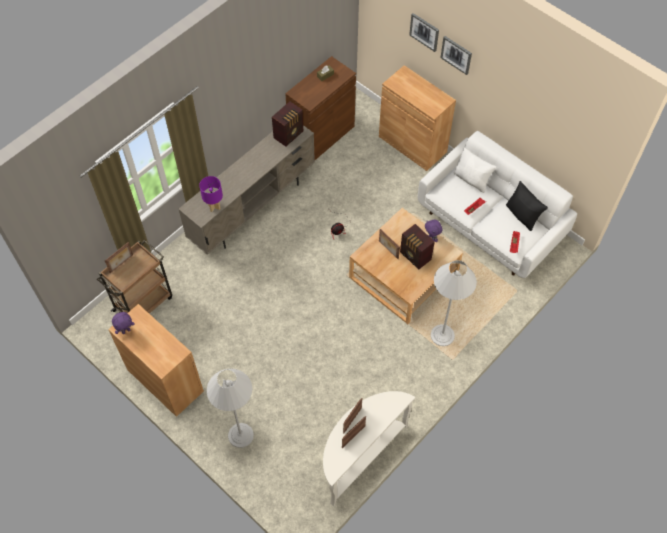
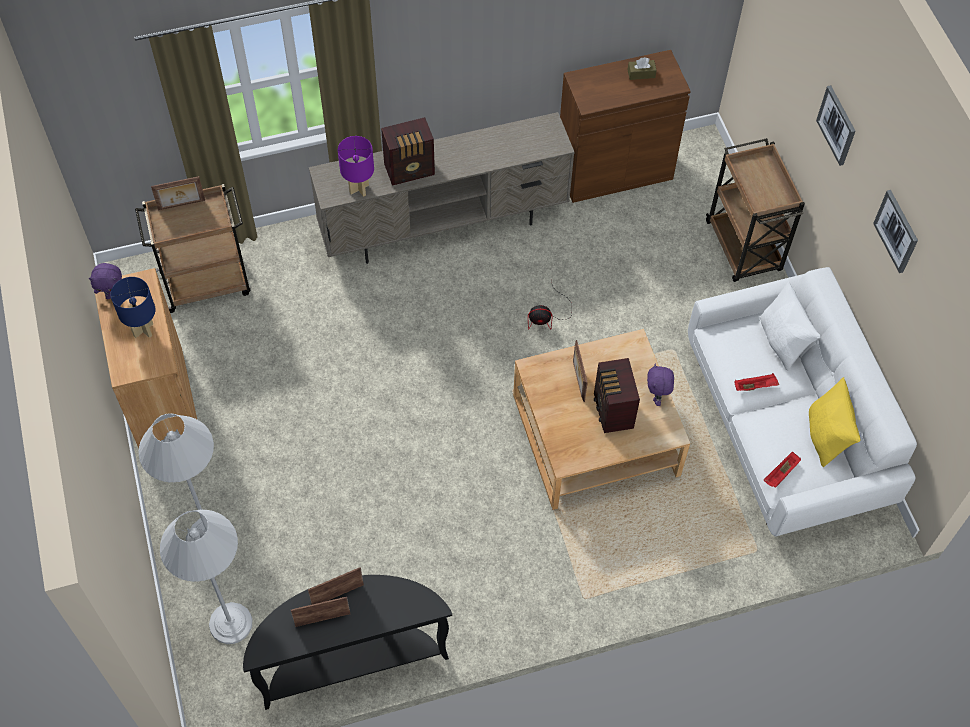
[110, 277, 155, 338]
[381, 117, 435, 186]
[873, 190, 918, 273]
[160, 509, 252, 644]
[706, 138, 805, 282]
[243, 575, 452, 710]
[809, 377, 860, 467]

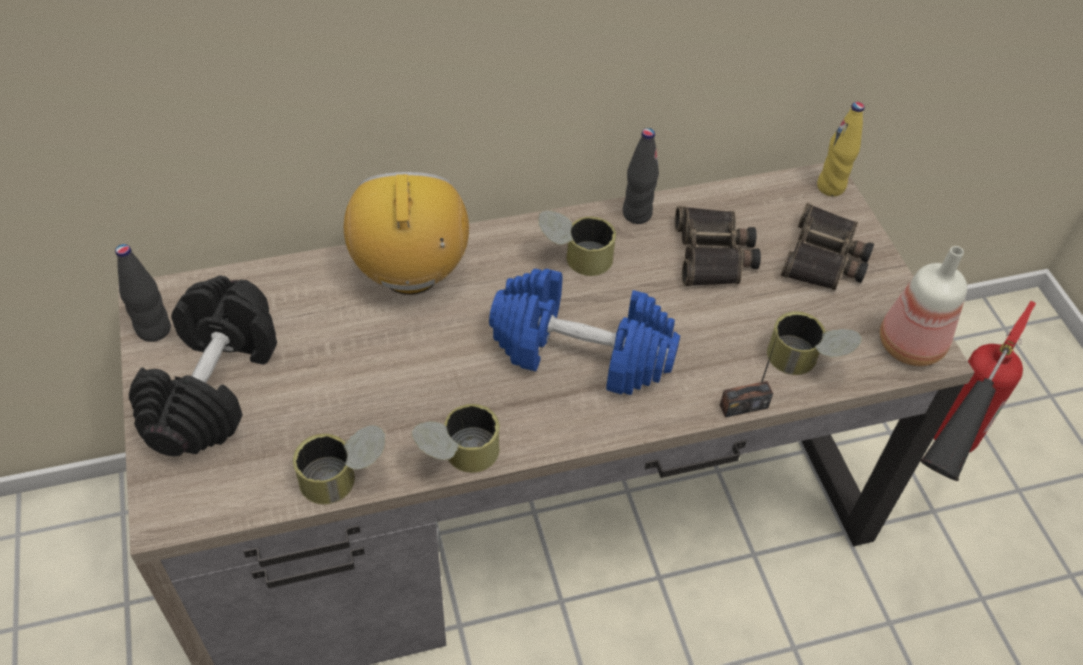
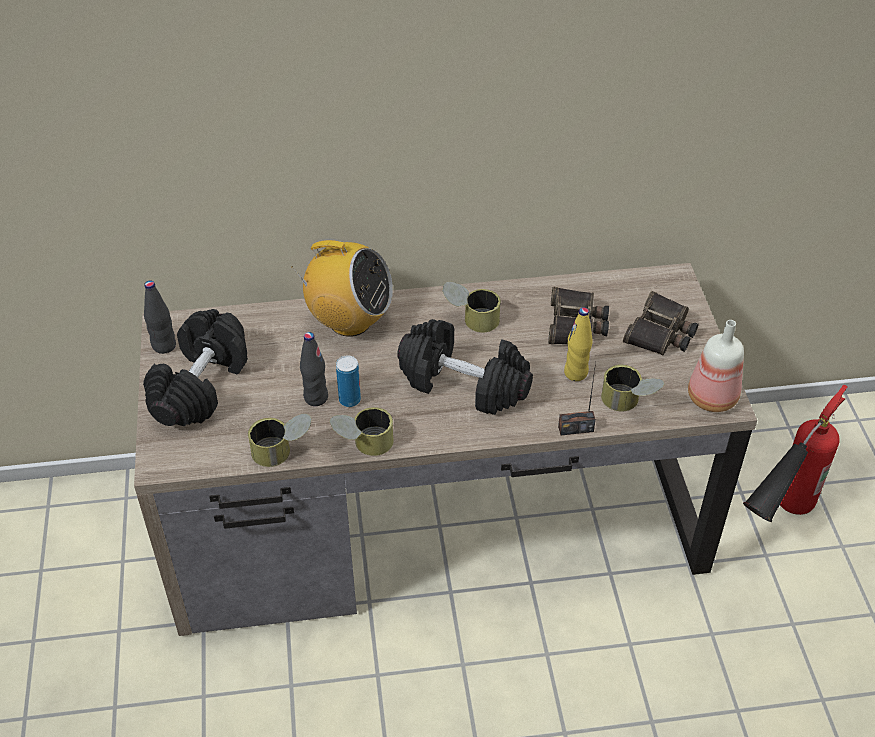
[336, 355, 361, 407]
[300, 332, 328, 406]
[564, 307, 592, 381]
[397, 319, 533, 415]
[291, 240, 393, 337]

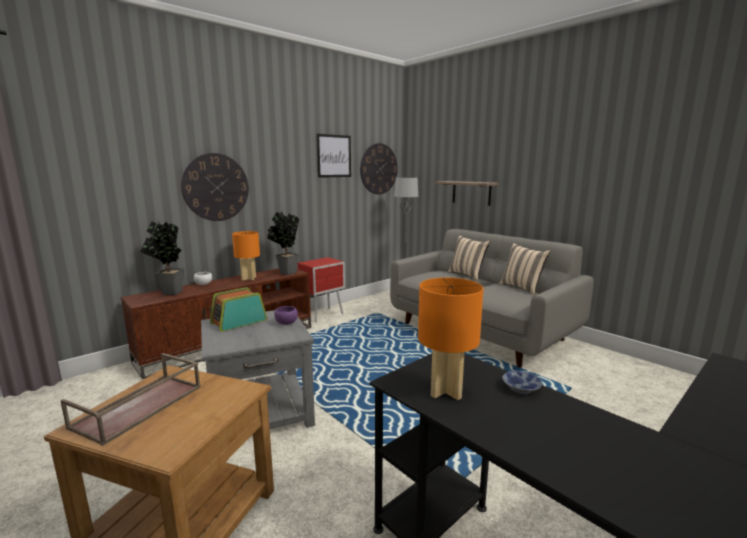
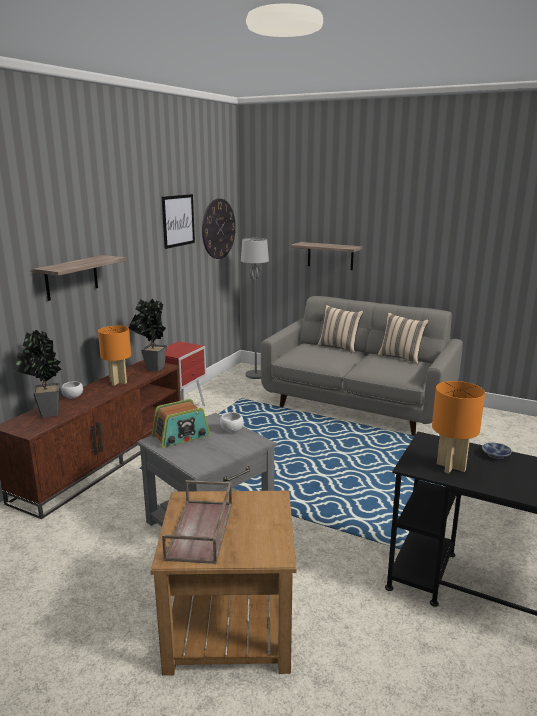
[33, 255, 127, 301]
[220, 412, 244, 432]
[152, 399, 210, 448]

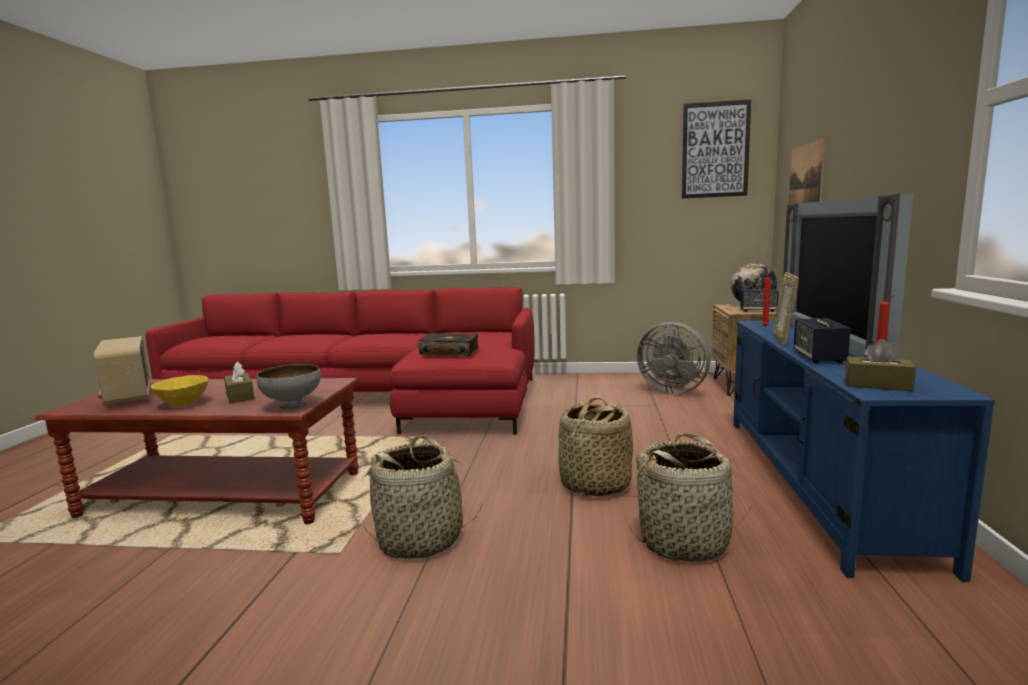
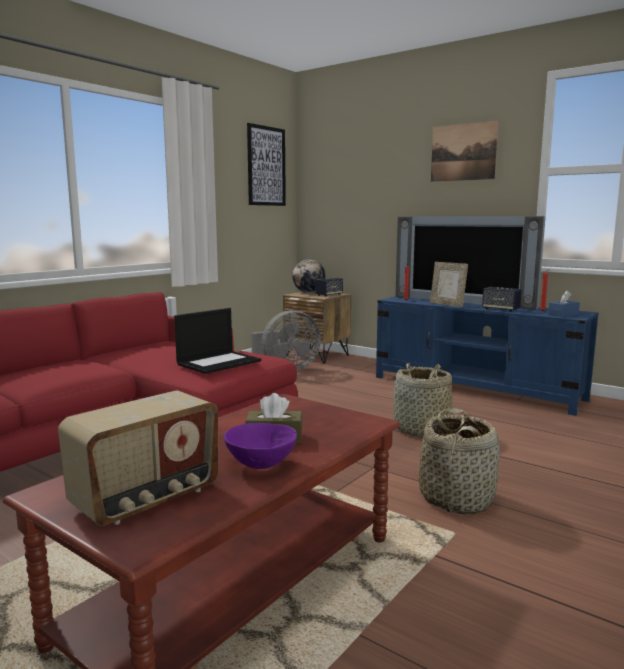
[256, 364, 321, 410] (first image)
[629, 433, 753, 562] (first image)
[431, 120, 499, 182]
[174, 308, 261, 374]
[224, 423, 297, 469]
[548, 291, 580, 317]
[58, 391, 219, 526]

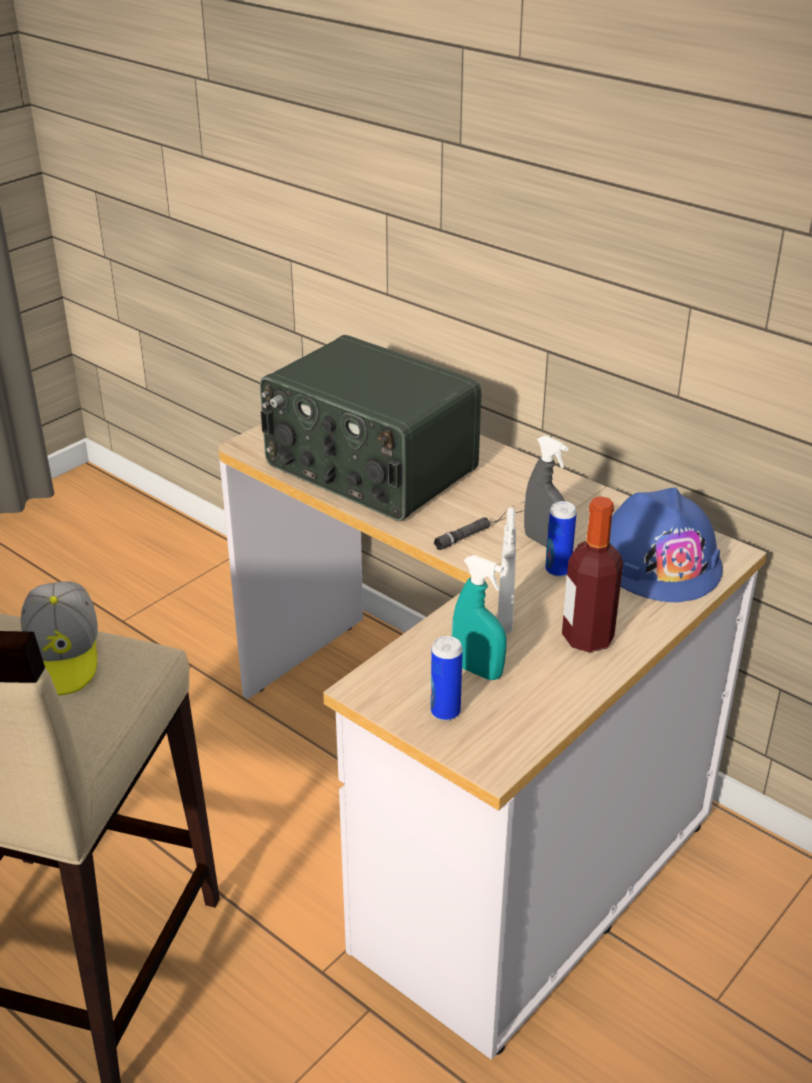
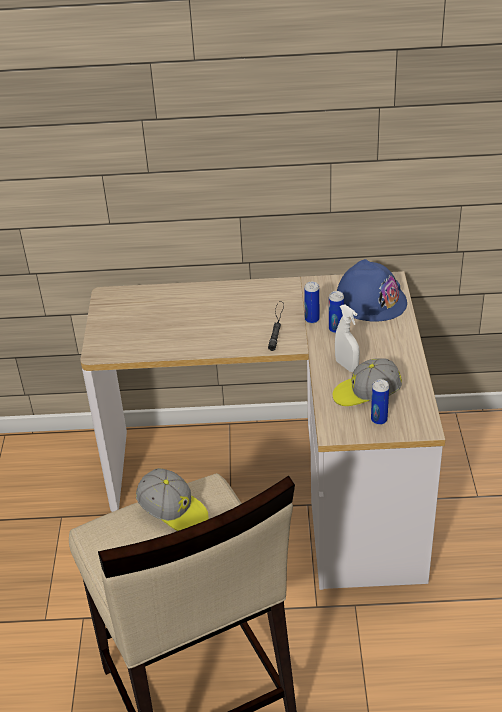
[260, 335, 481, 521] (first image)
[562, 496, 623, 652] (first image)
[333, 358, 402, 406]
[304, 282, 319, 324]

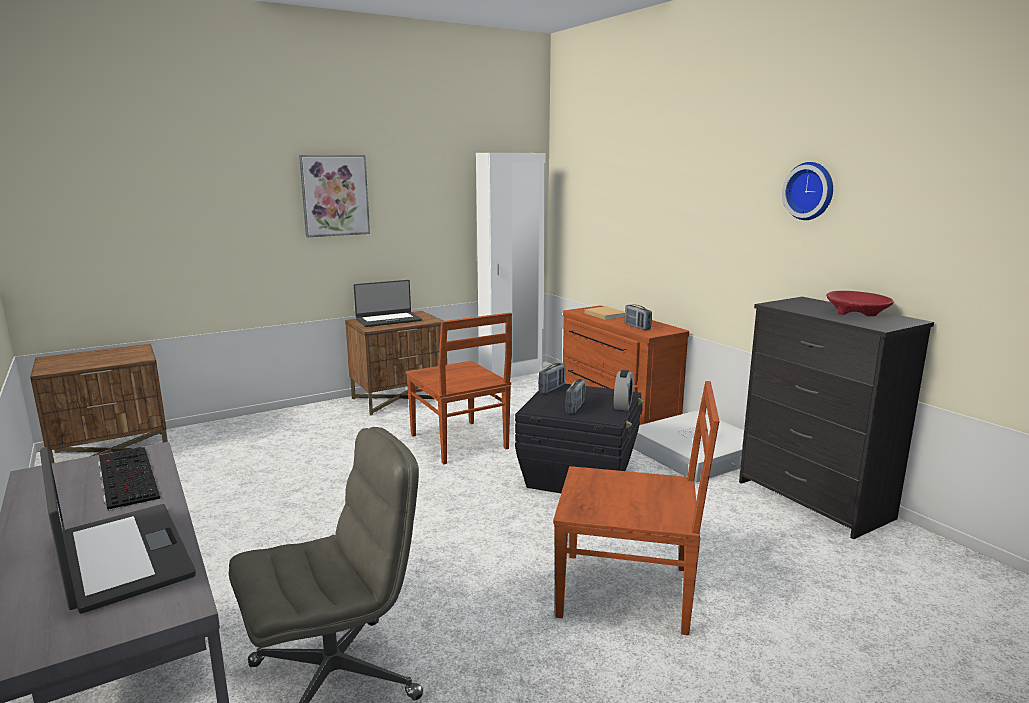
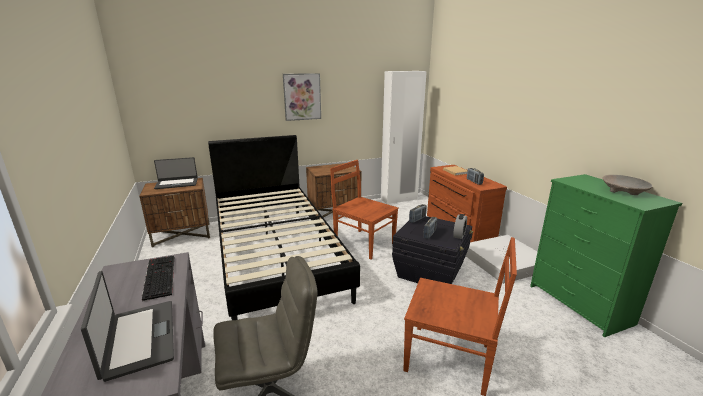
[782, 162, 833, 220] (first image)
[208, 135, 360, 320]
[154, 157, 198, 189]
[530, 174, 682, 337]
[603, 175, 653, 195]
[330, 160, 399, 259]

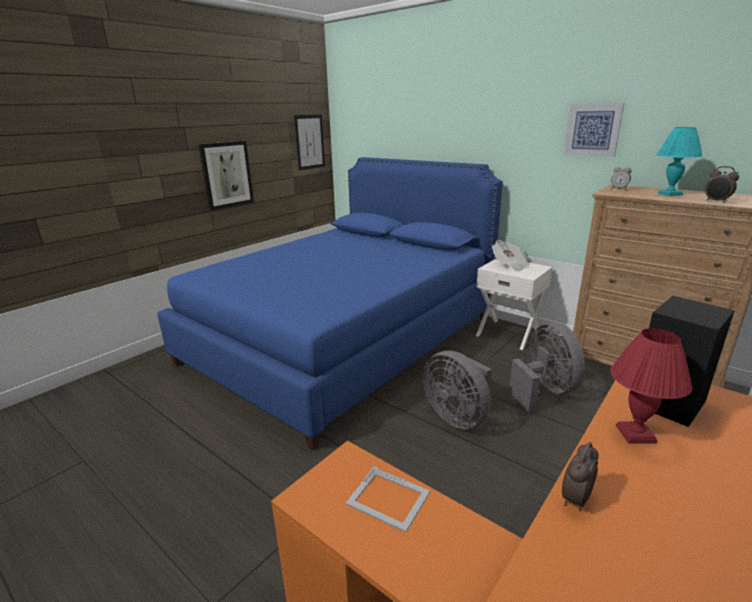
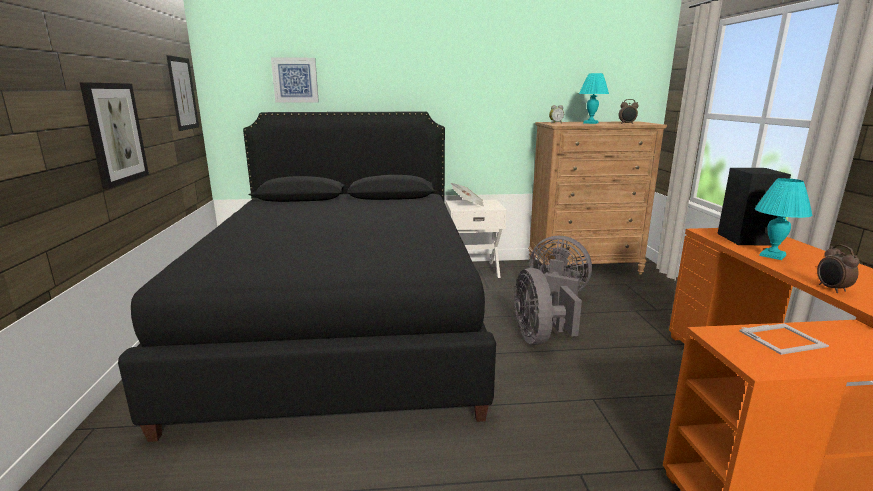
[271, 57, 319, 103]
[118, 112, 496, 442]
[755, 178, 813, 260]
[514, 268, 582, 345]

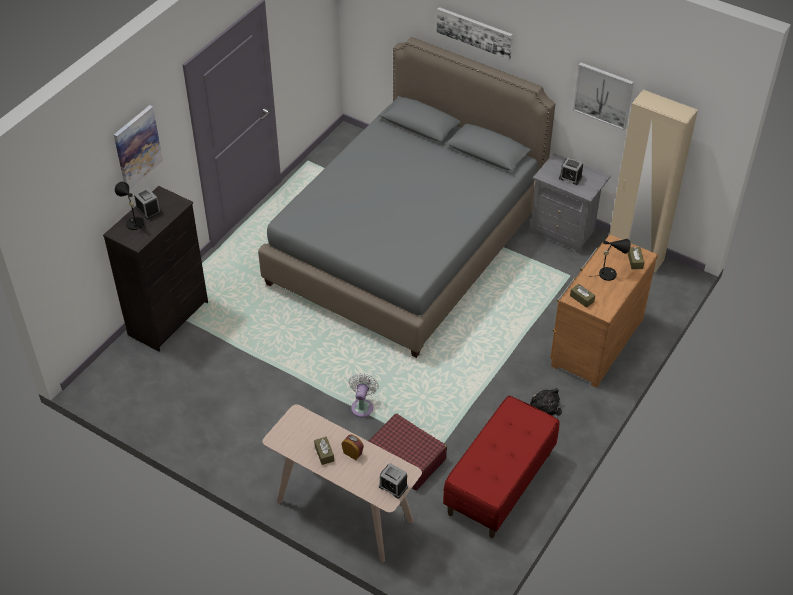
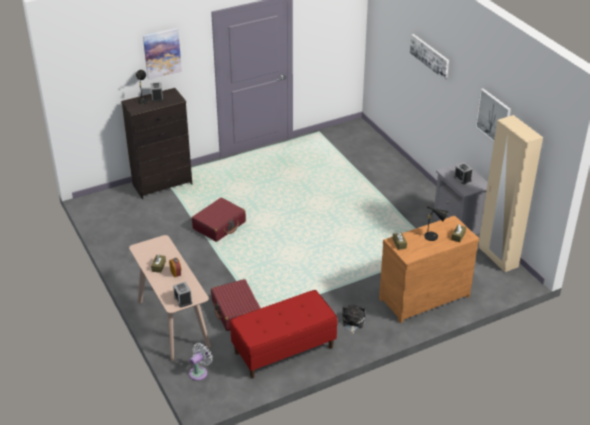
[258, 37, 555, 358] (first image)
[192, 198, 246, 242]
[189, 343, 213, 381]

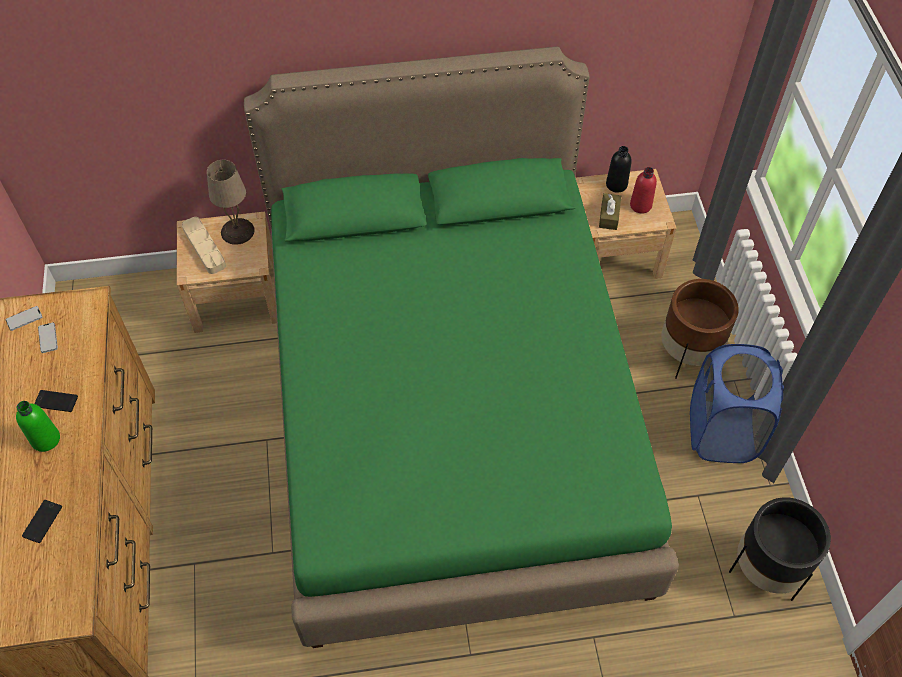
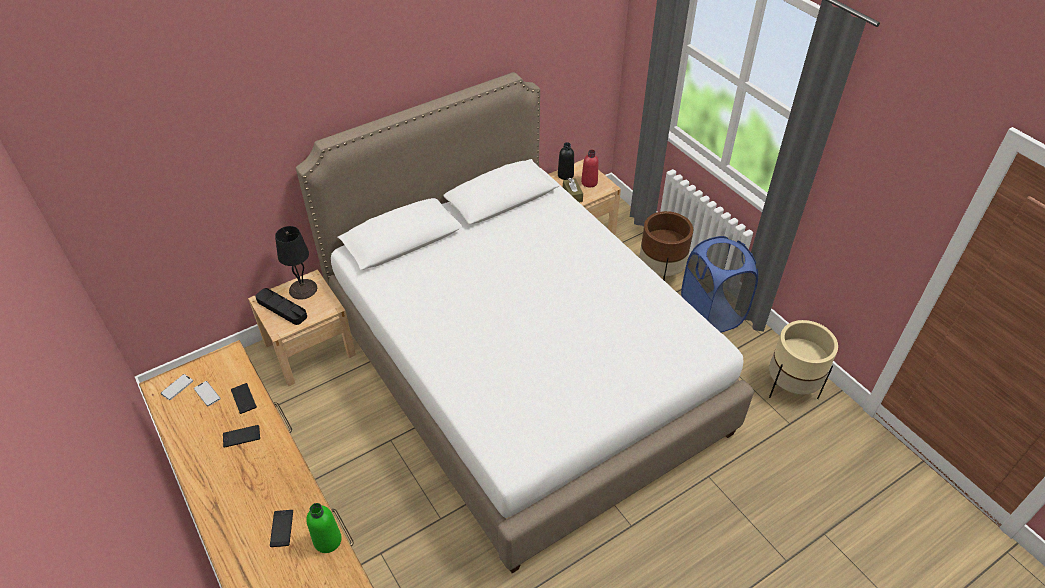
[231, 383, 257, 414]
[306, 503, 342, 553]
[255, 288, 307, 325]
[275, 226, 317, 300]
[296, 72, 754, 573]
[769, 320, 838, 399]

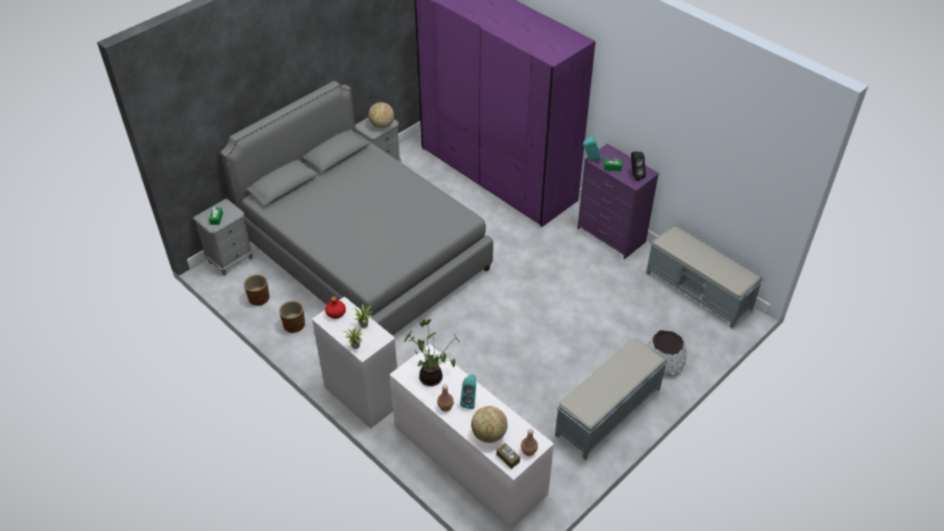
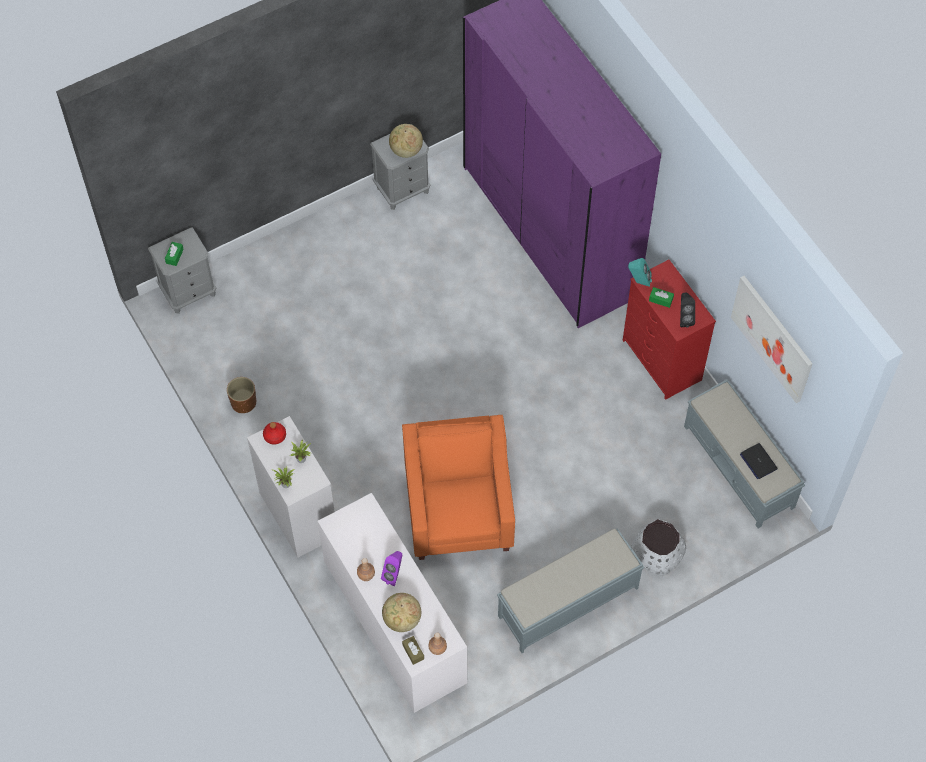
[220, 81, 493, 336] (first image)
[244, 274, 269, 306] (first image)
[404, 319, 460, 386] (first image)
[402, 415, 515, 560]
[731, 276, 813, 403]
[740, 443, 778, 479]
[381, 551, 403, 586]
[623, 260, 716, 400]

